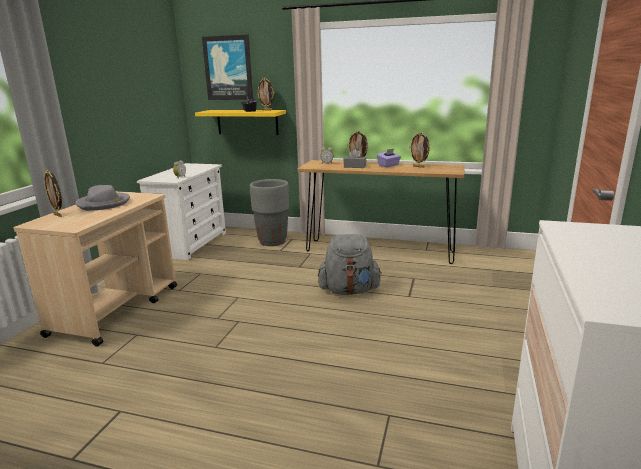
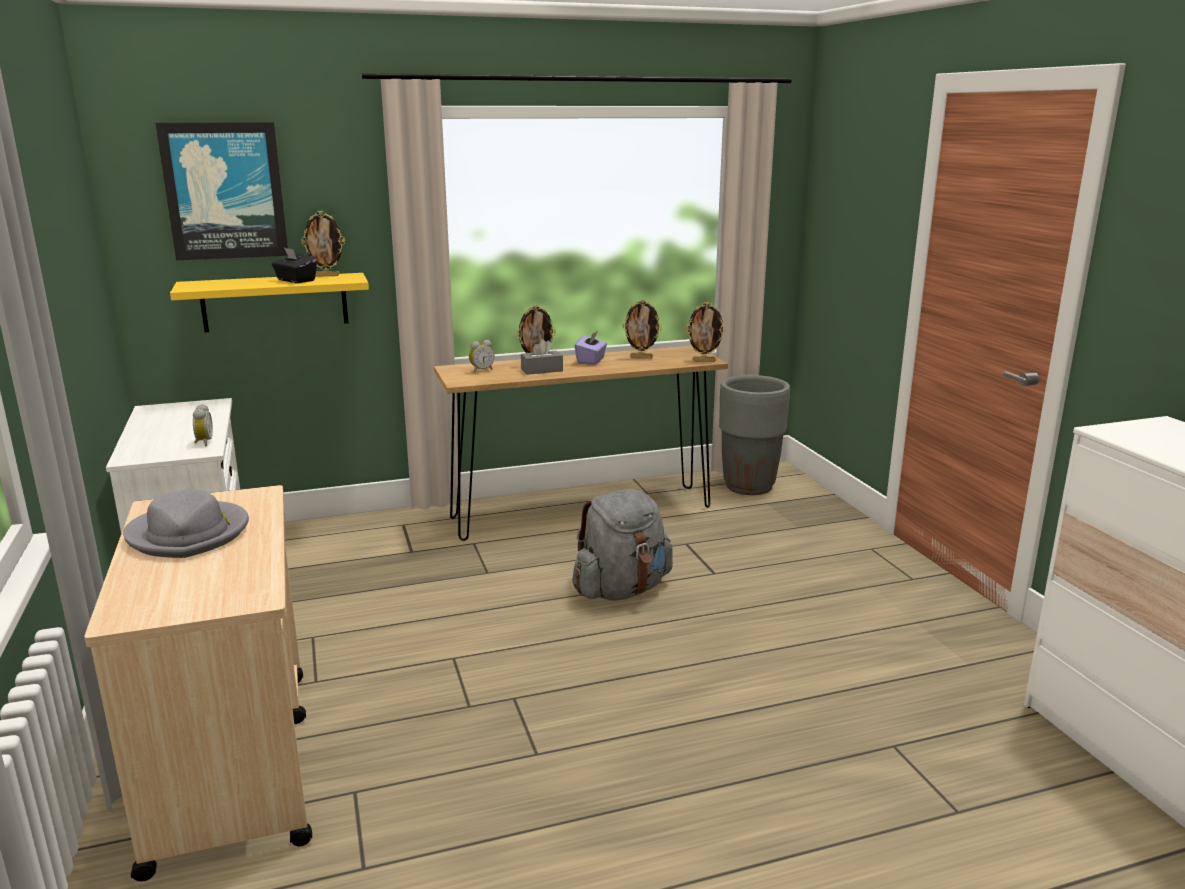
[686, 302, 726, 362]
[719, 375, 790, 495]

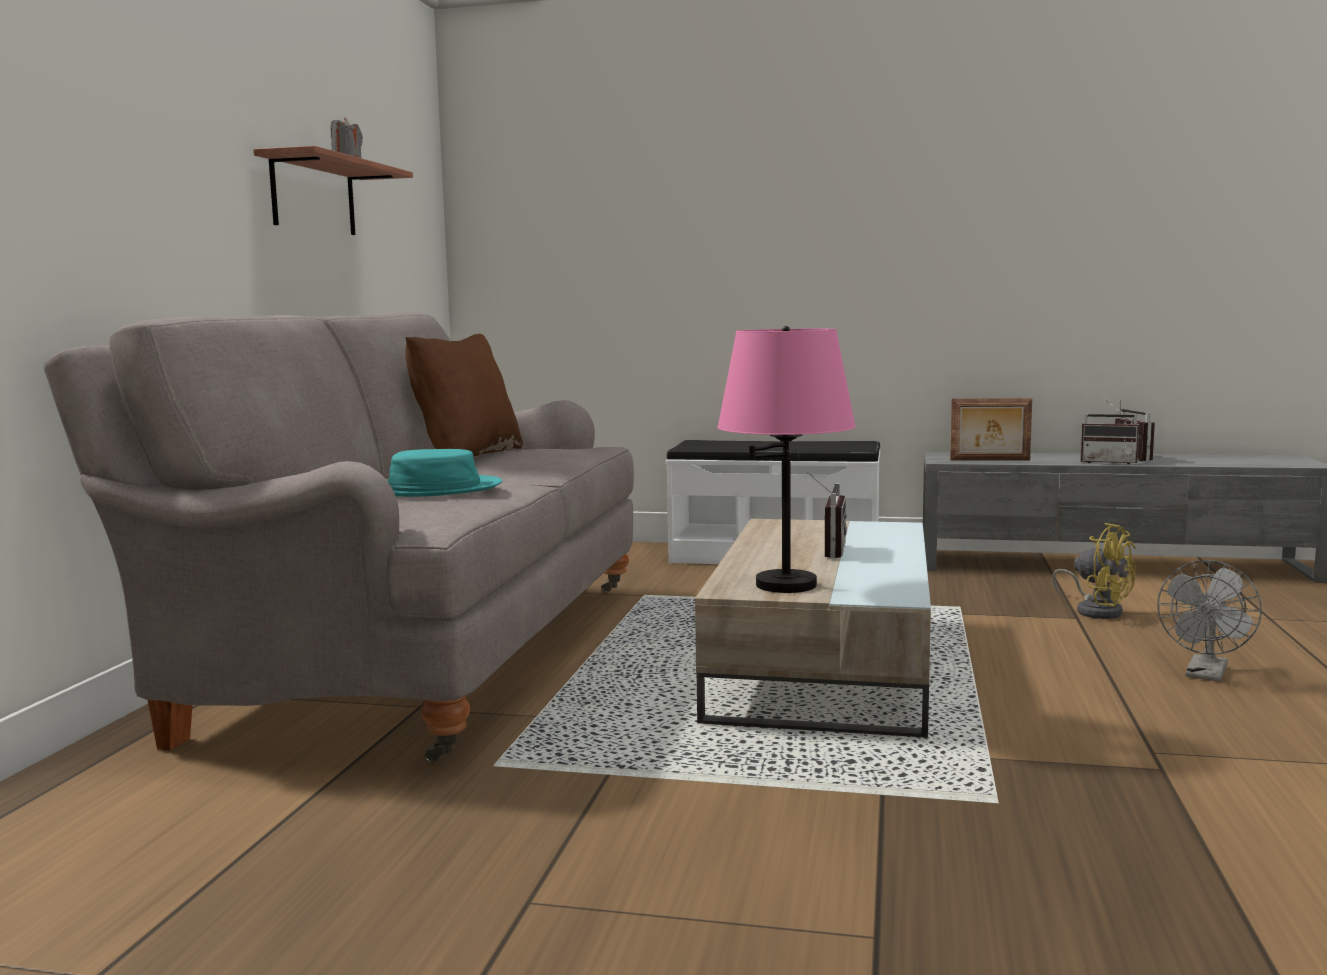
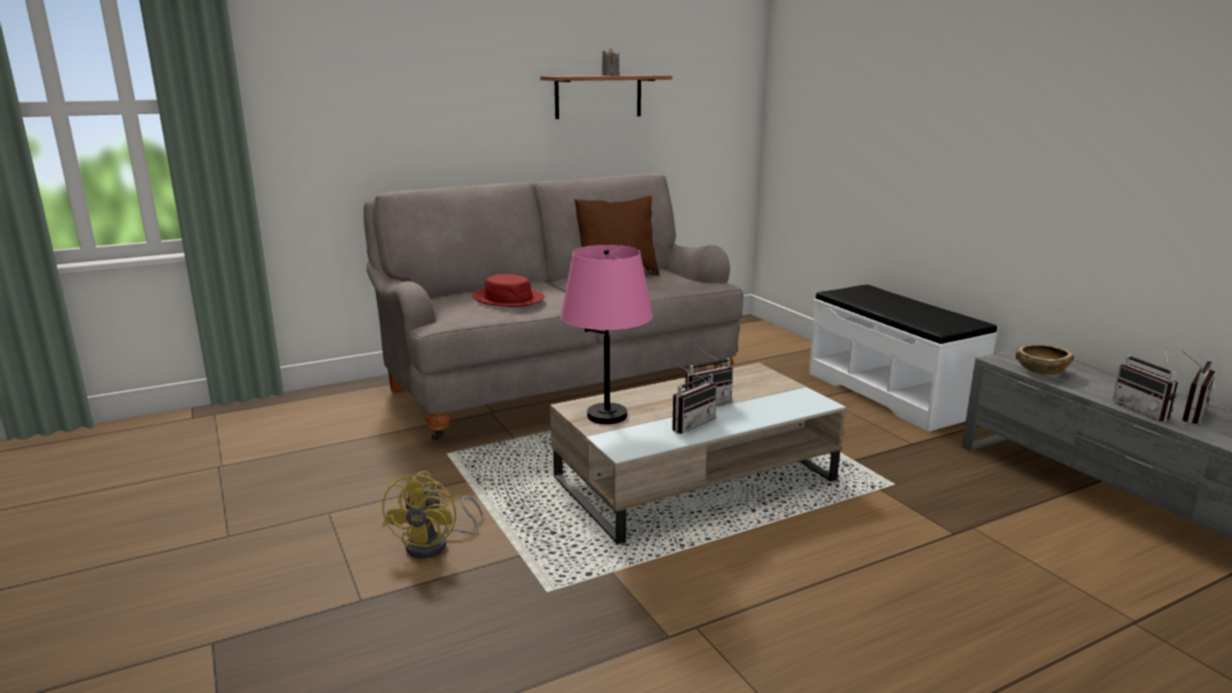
[1157, 560, 1262, 682] (first image)
[672, 364, 717, 434]
[382, 471, 483, 559]
[1016, 344, 1074, 375]
[472, 274, 545, 307]

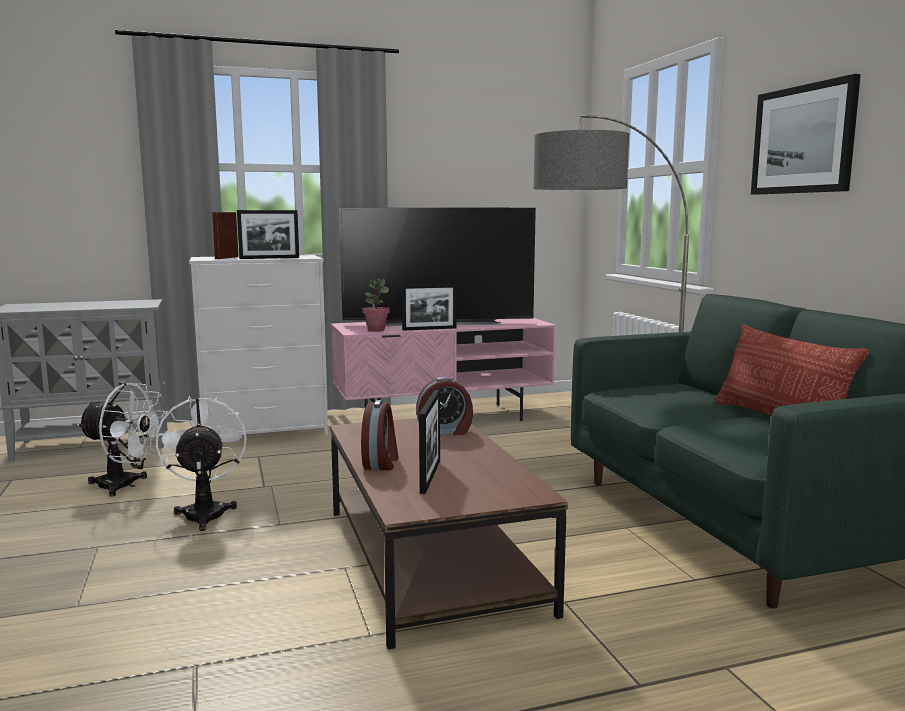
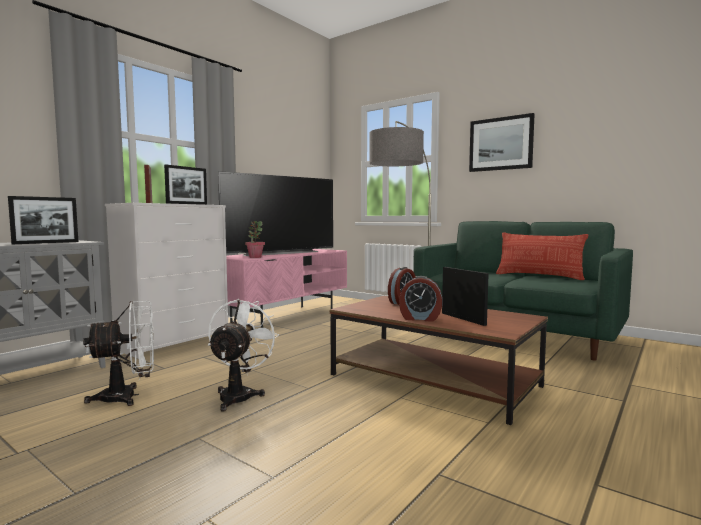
[8, 196, 78, 244]
[208, 299, 279, 411]
[399, 276, 443, 322]

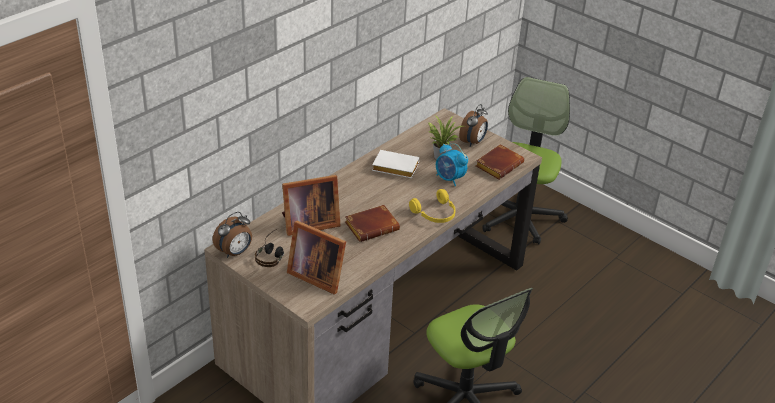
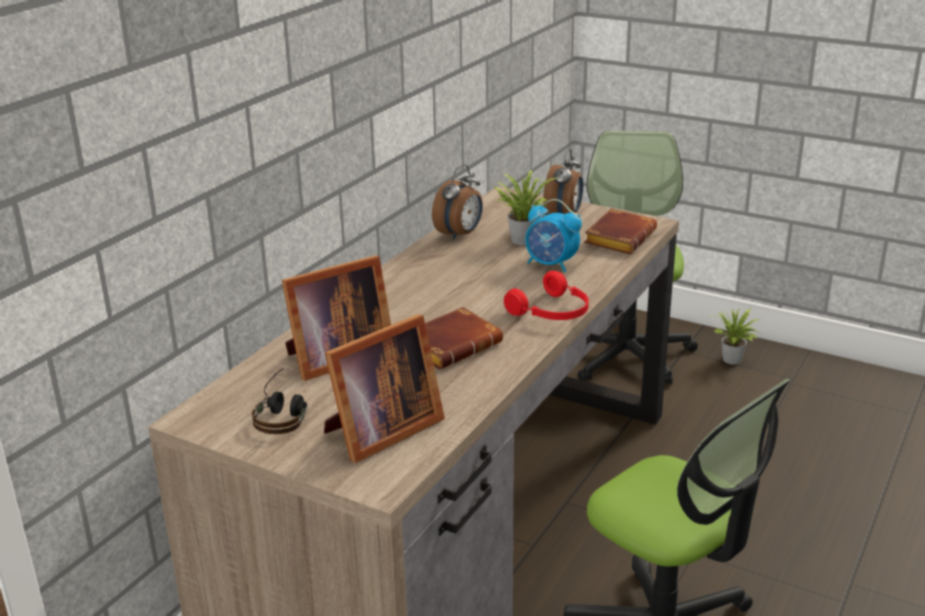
[372, 150, 419, 178] (first image)
[711, 308, 760, 365]
[432, 165, 483, 240]
[504, 271, 589, 320]
[324, 314, 445, 463]

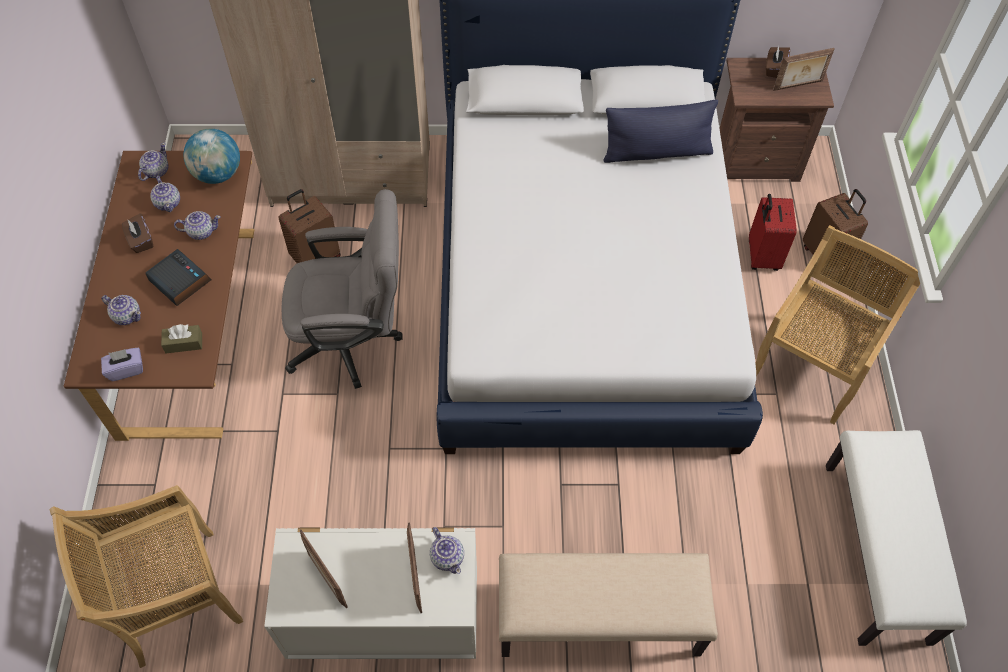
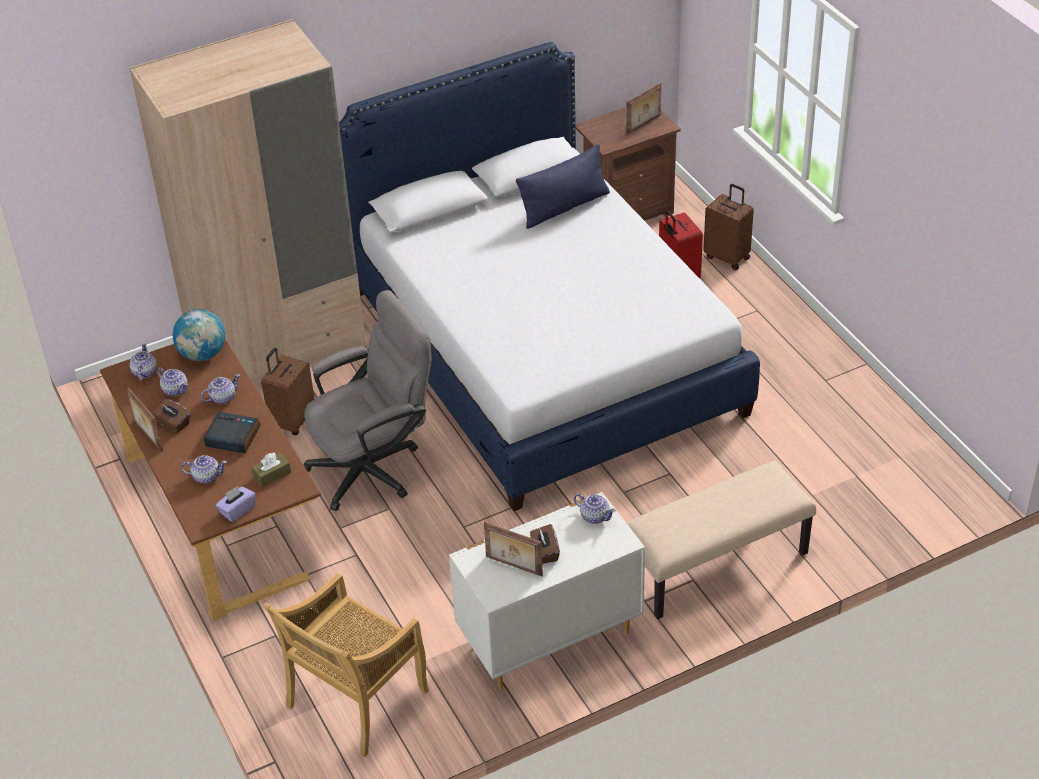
[755, 225, 920, 424] (first image)
[826, 430, 967, 646] (first image)
[127, 386, 163, 452]
[530, 524, 560, 564]

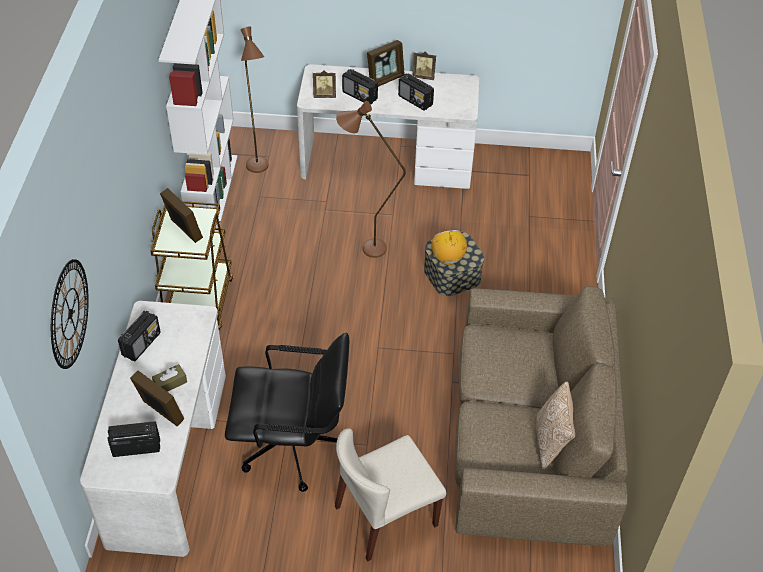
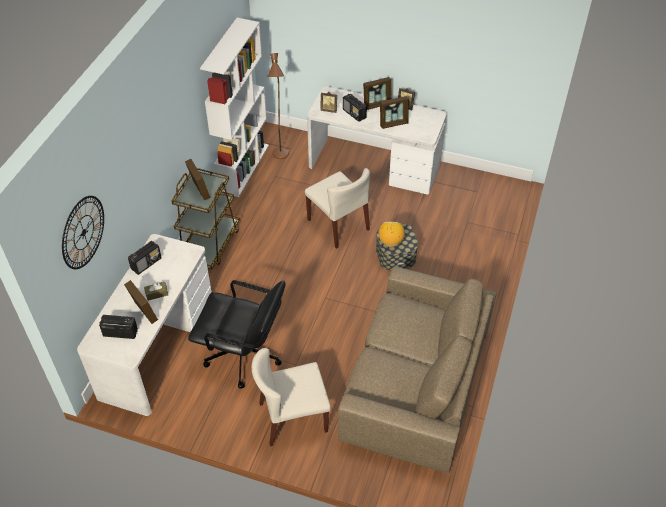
[536, 381, 575, 471] (first image)
[305, 168, 370, 249]
[380, 96, 409, 129]

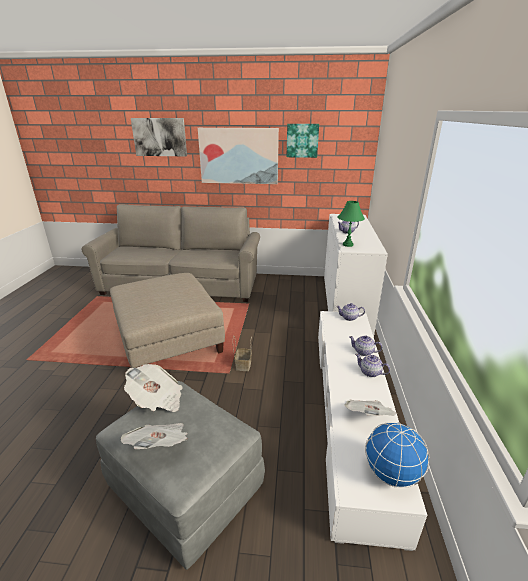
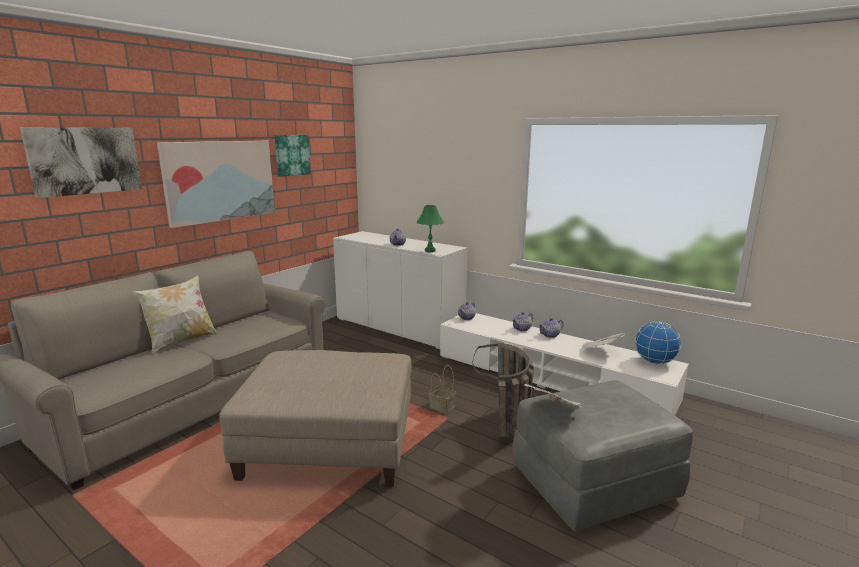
[121, 423, 188, 449] (first image)
[132, 275, 217, 355]
[473, 343, 534, 439]

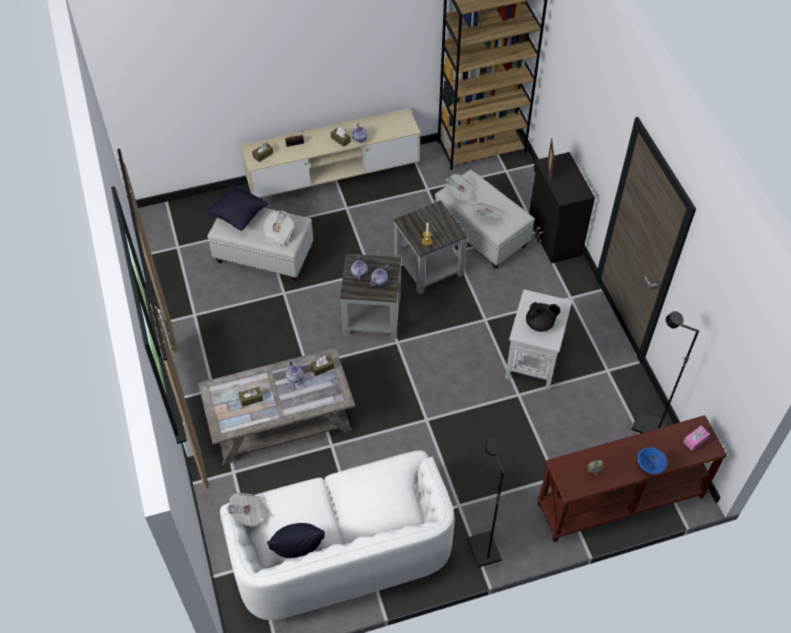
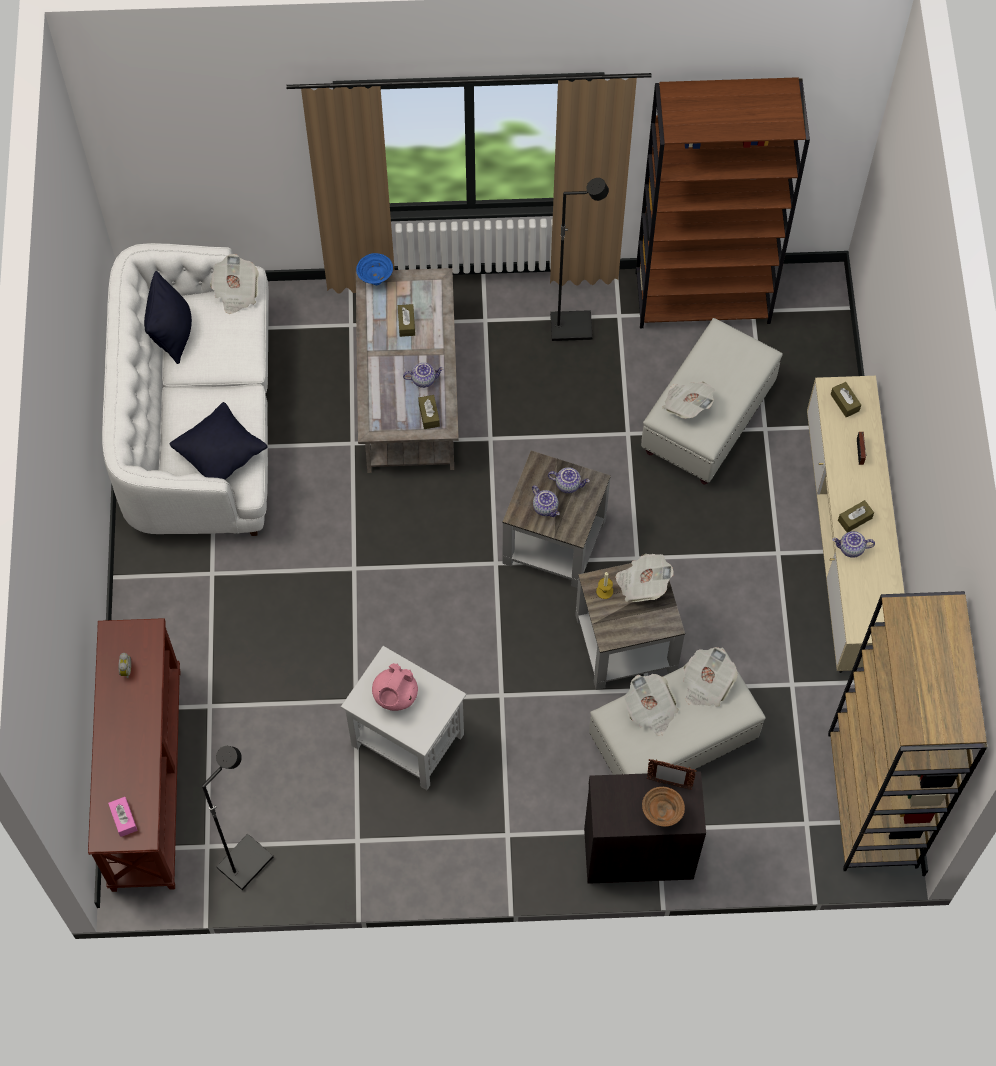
[615, 554, 674, 602]
[635, 77, 810, 328]
[642, 787, 685, 827]
[169, 402, 267, 480]
[550, 178, 609, 341]
[356, 253, 393, 285]
[372, 663, 418, 711]

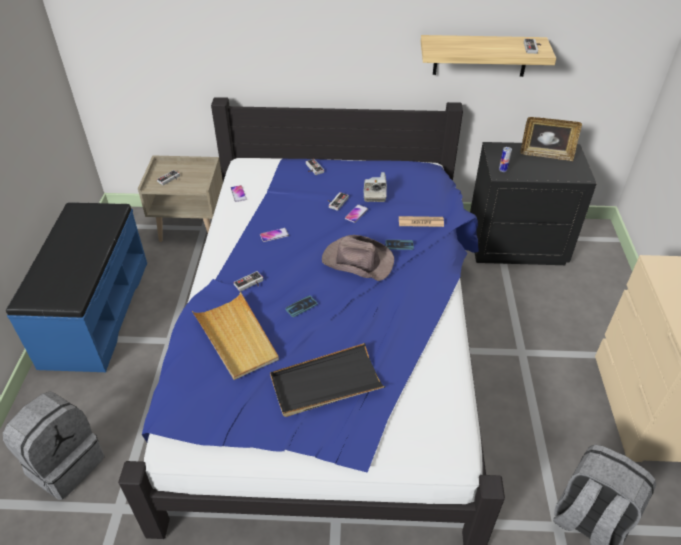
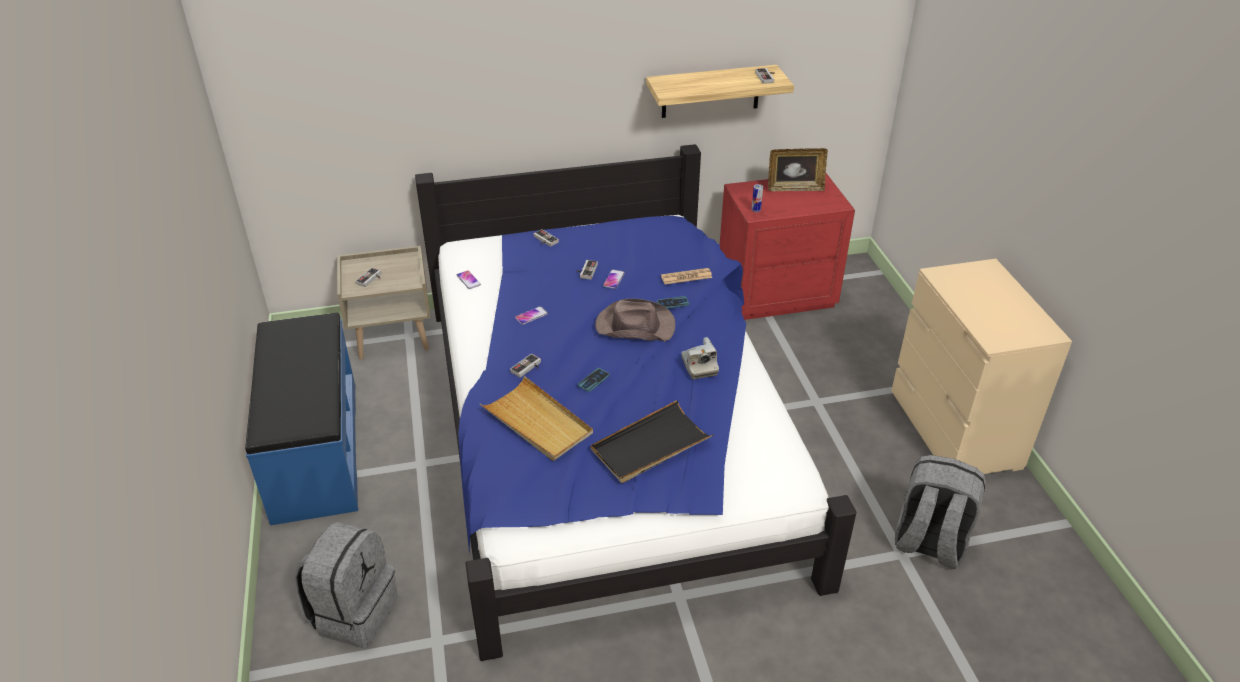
[681, 337, 719, 379]
[720, 173, 855, 320]

